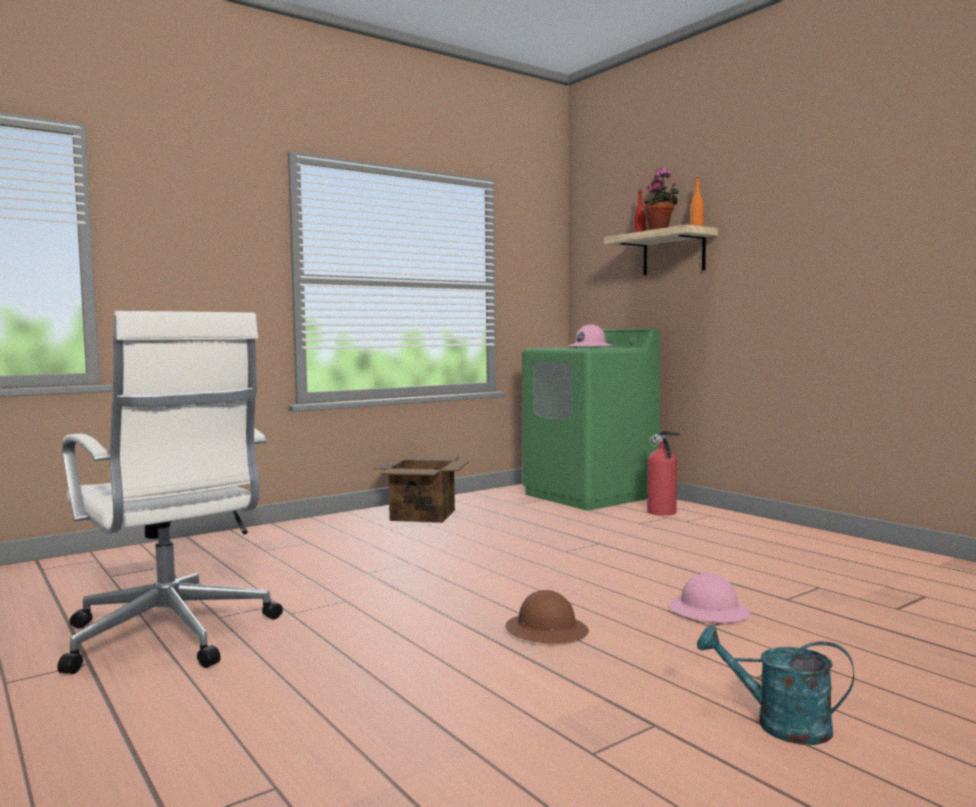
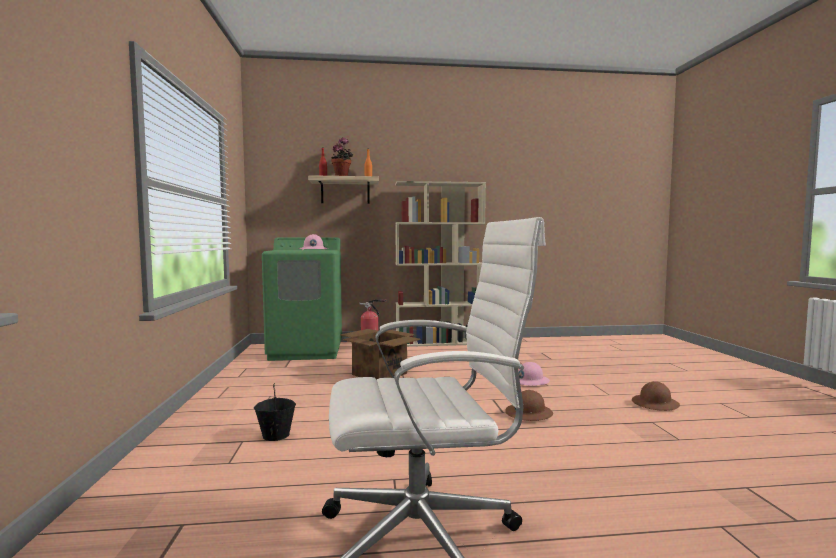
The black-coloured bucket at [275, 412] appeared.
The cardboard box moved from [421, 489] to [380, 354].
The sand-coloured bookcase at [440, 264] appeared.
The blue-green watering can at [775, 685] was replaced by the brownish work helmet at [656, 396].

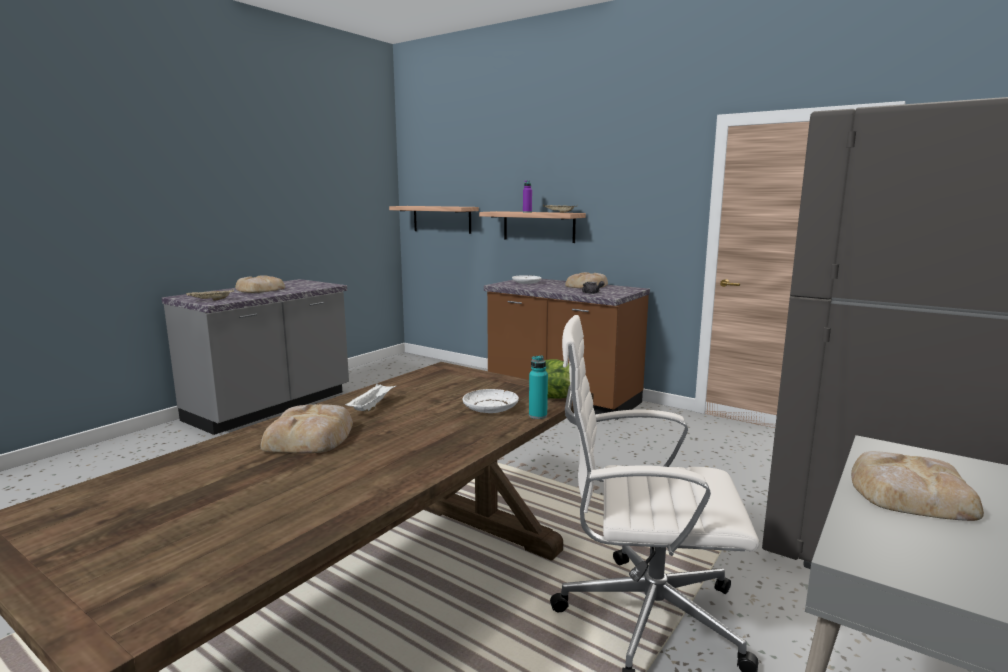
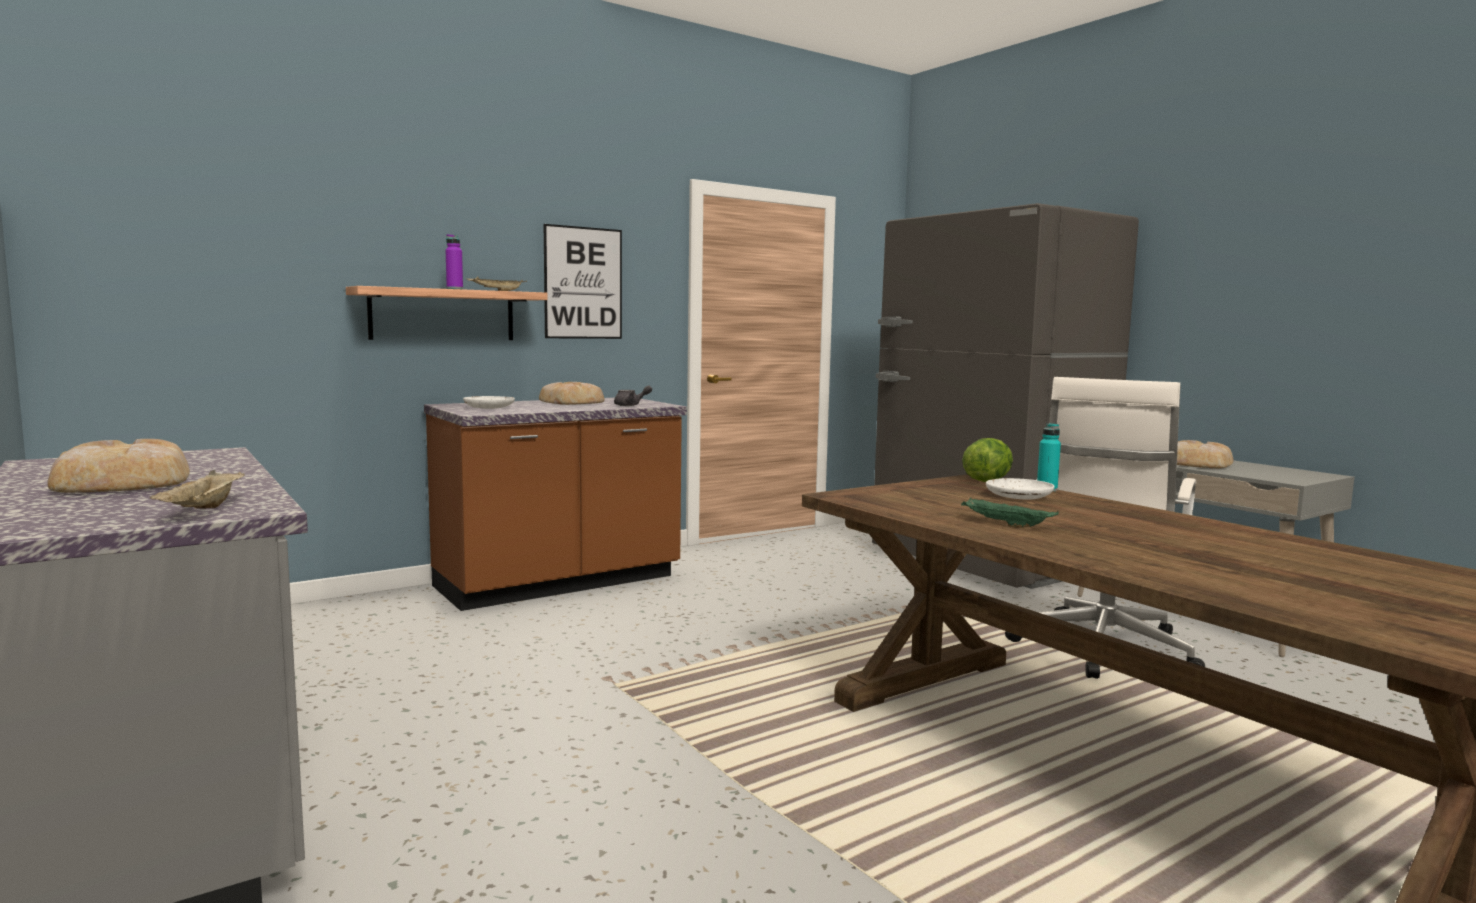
The picture at [583, 281] appeared.
The white-coloured tray at [370, 397] became the green tray at [1010, 513].
The baked bread at [306, 428] disappeared.
The shelf at [434, 220] disappeared.

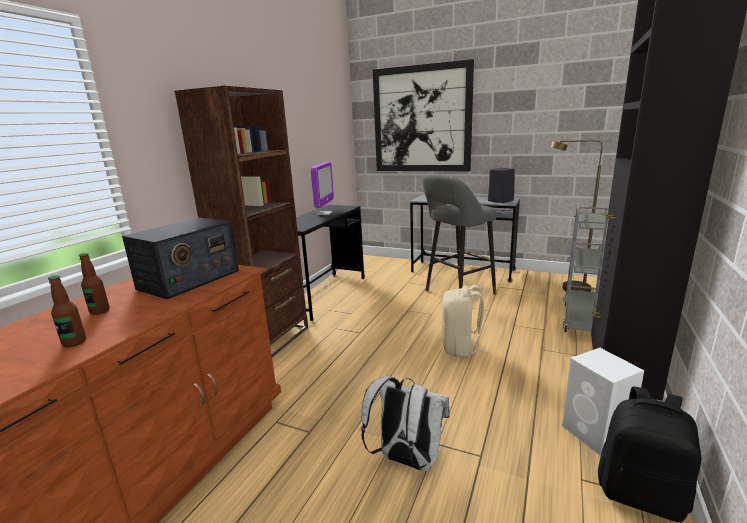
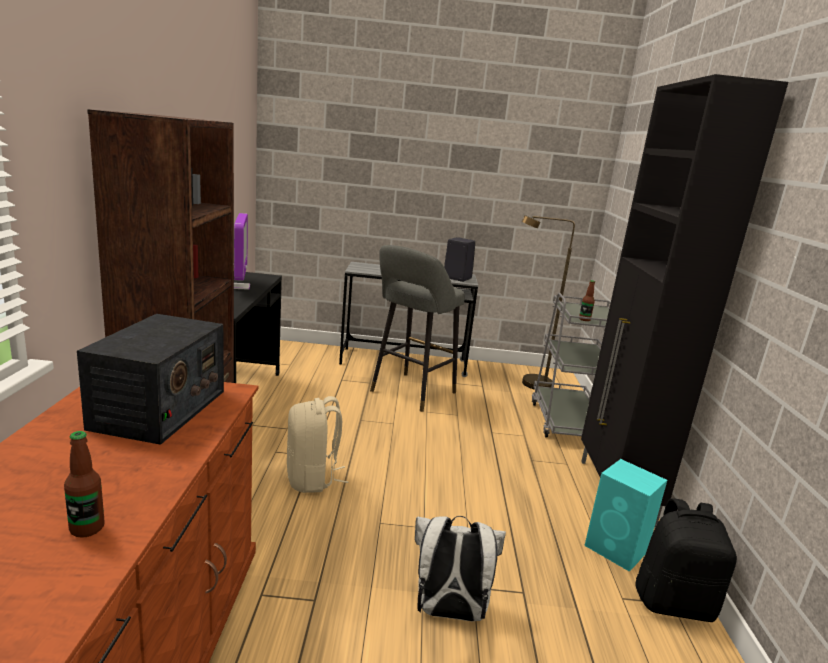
The sand-coloured backpack moved from [466, 321] to [318, 444].
The beverage bottle moved from [94, 284] to [587, 300].
The white-coloured speaker at [603, 402] became the blue-green speaker at [625, 515].
The picture at [423, 115] disappeared.

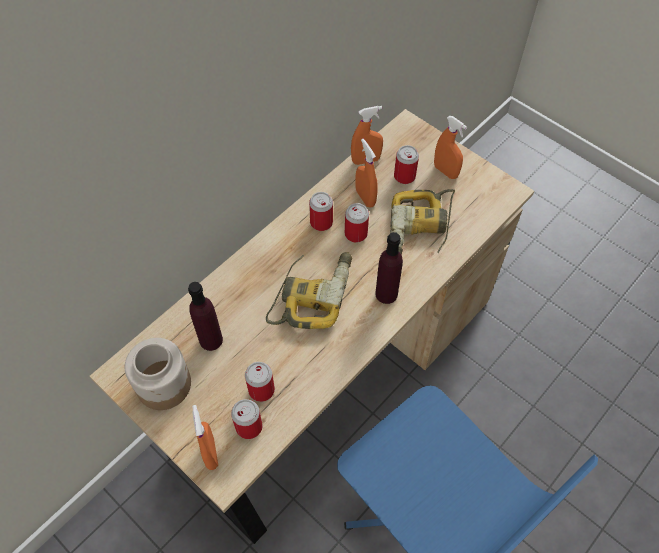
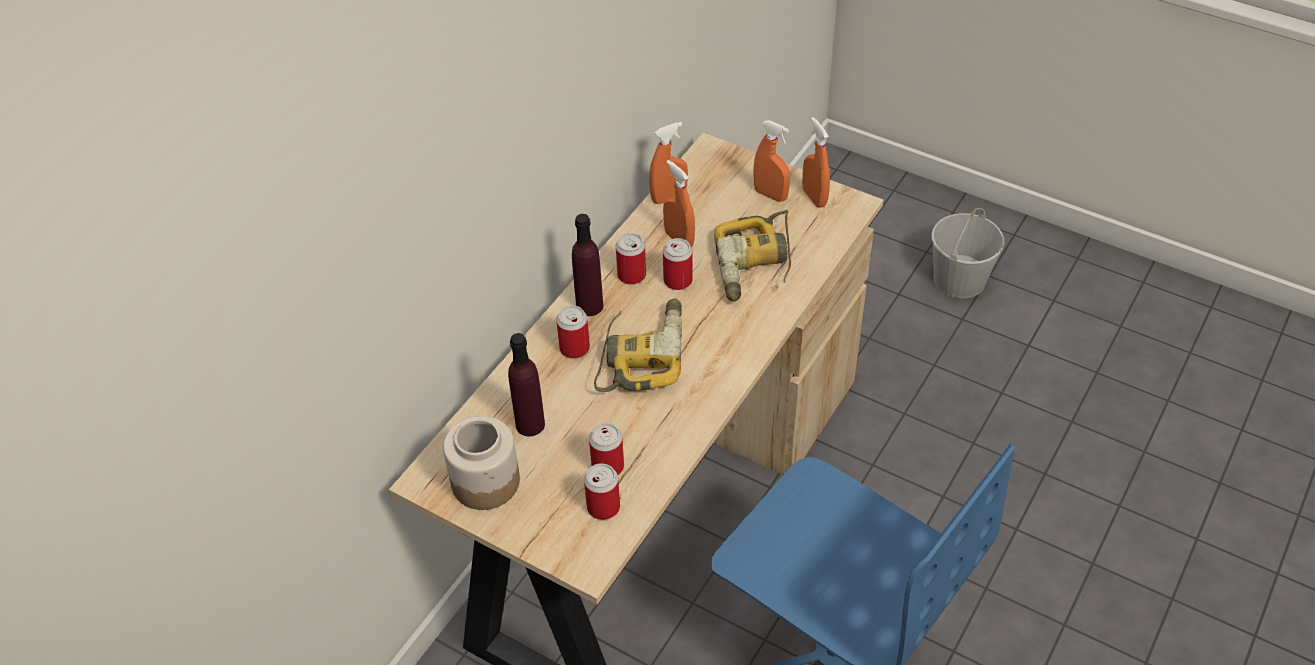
The can moved from [406, 164] to [573, 332].
The purplish beverage bottle moved from [389, 268] to [587, 265].
The orange hand sprayer moved from [205, 437] to [816, 162].
The white-coloured bucket at [967, 253] appeared.

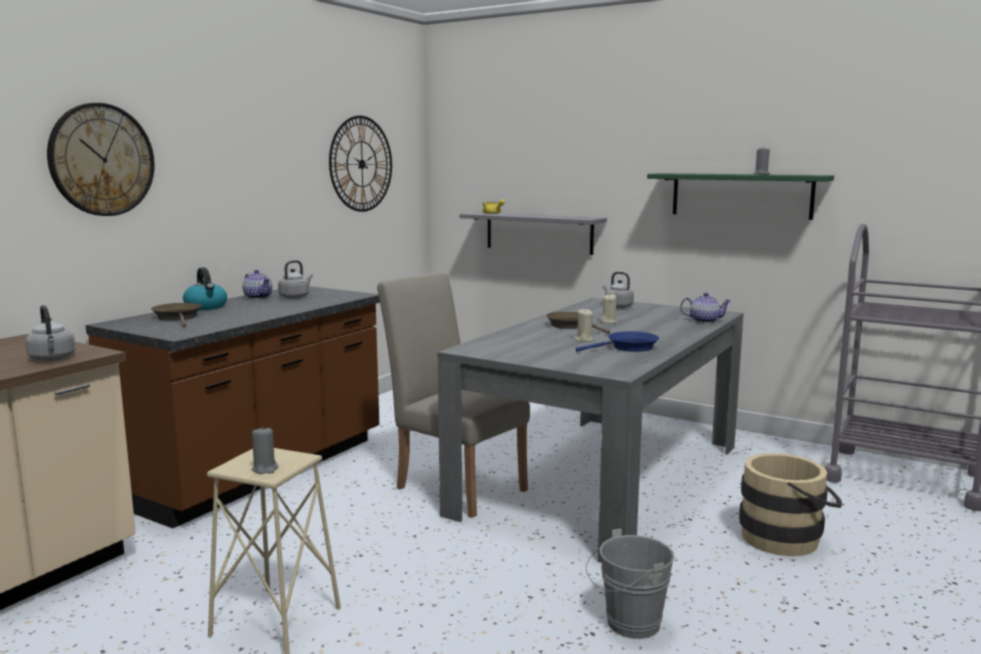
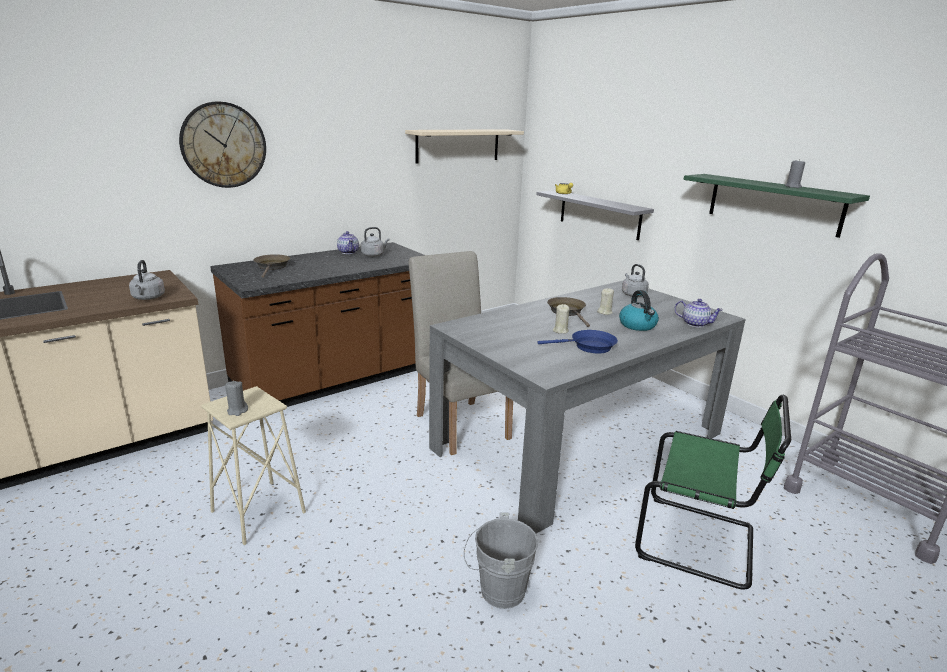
The clock on the wall at [360, 164] was replaced by the sand-coloured shelf at [464, 146].
The kettle moved from [205, 288] to [639, 310].
The sand-coloured bucket at [790, 504] was replaced by the green chair at [713, 492].

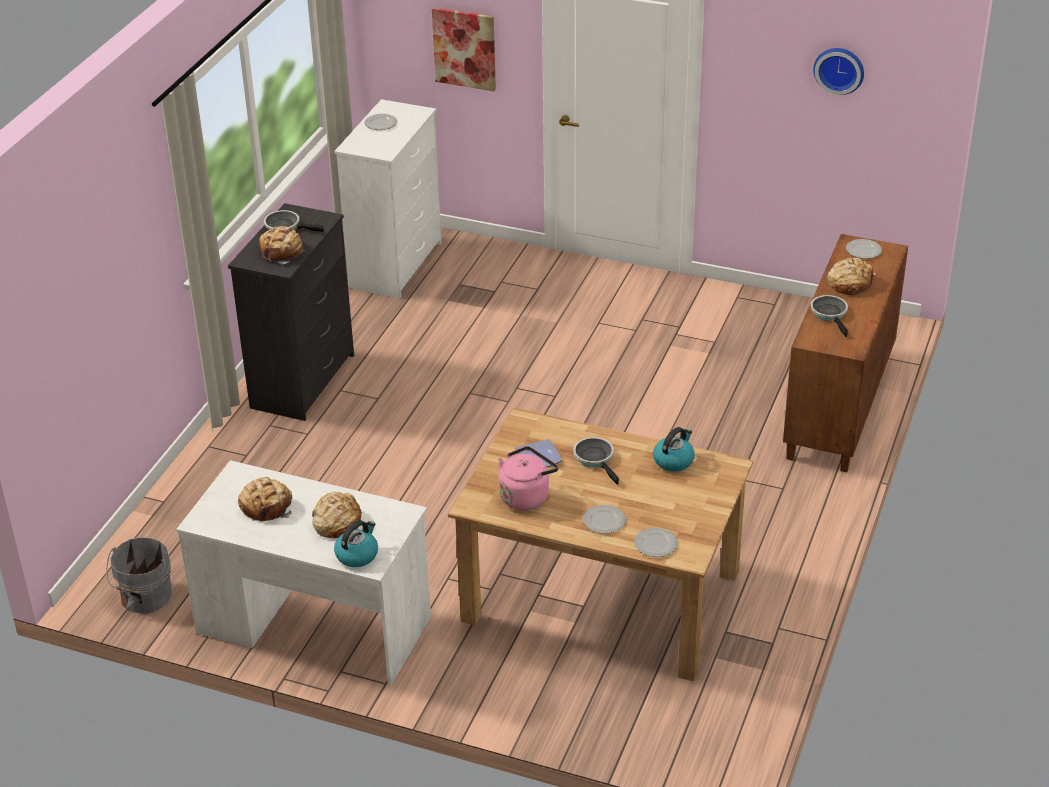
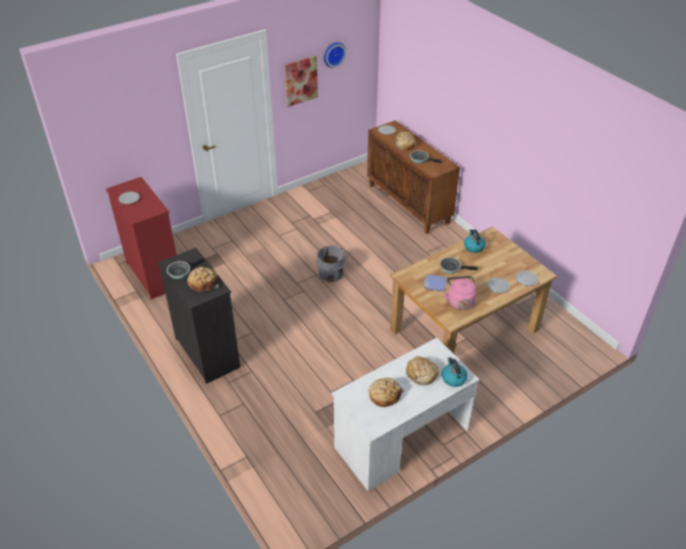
The white-coloured dresser at [388, 198] became the red dresser at [141, 238].
The picture moved from [464, 49] to [301, 81].
The greyish bucket moved from [139, 575] to [332, 264].

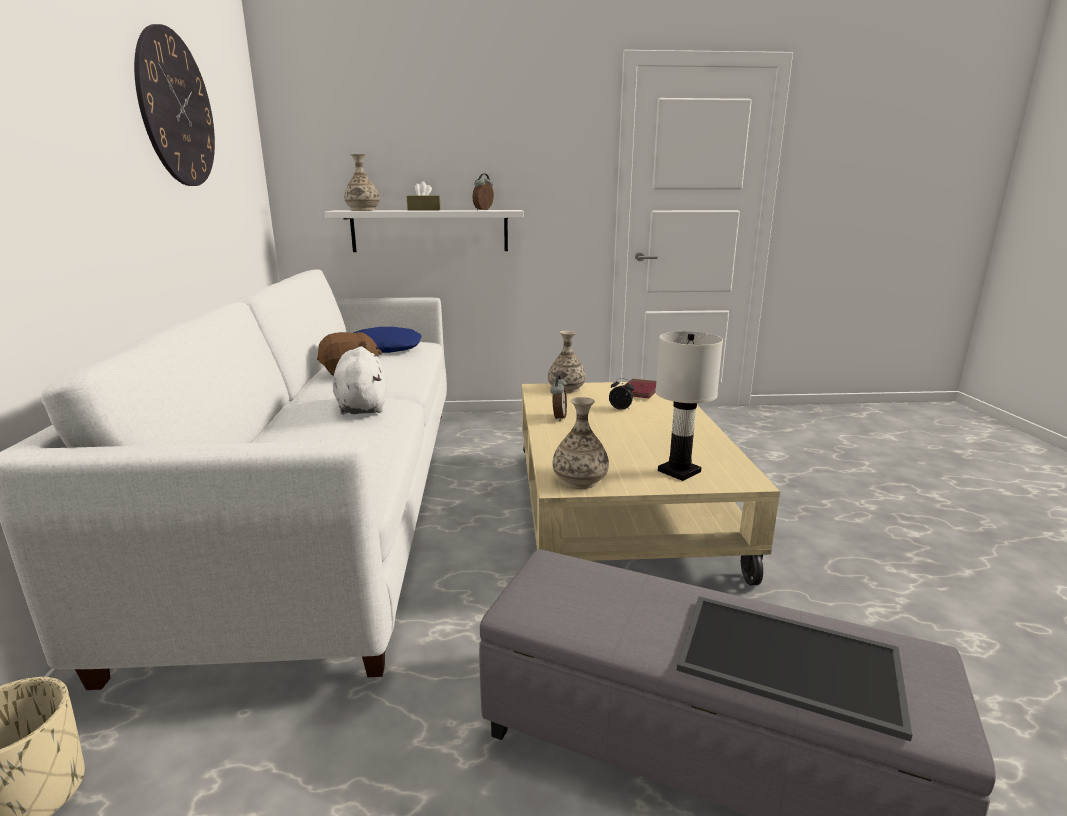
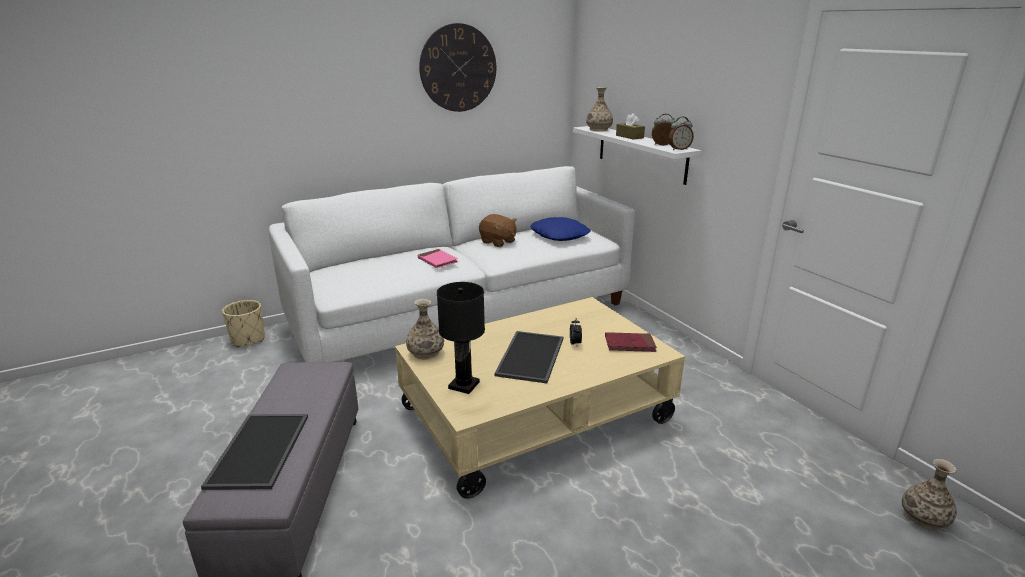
The white-coloured cuddly toy at [359, 380] was replaced by the pink book at [438, 258].
The white-coloured tabletop lamp at [689, 406] became the black-coloured tabletop lamp at [461, 338].
The tray at [528, 357] appeared.
The bedside clock moved from [558, 398] to [681, 133].
The flower vase moved from [567, 362] to [929, 494].

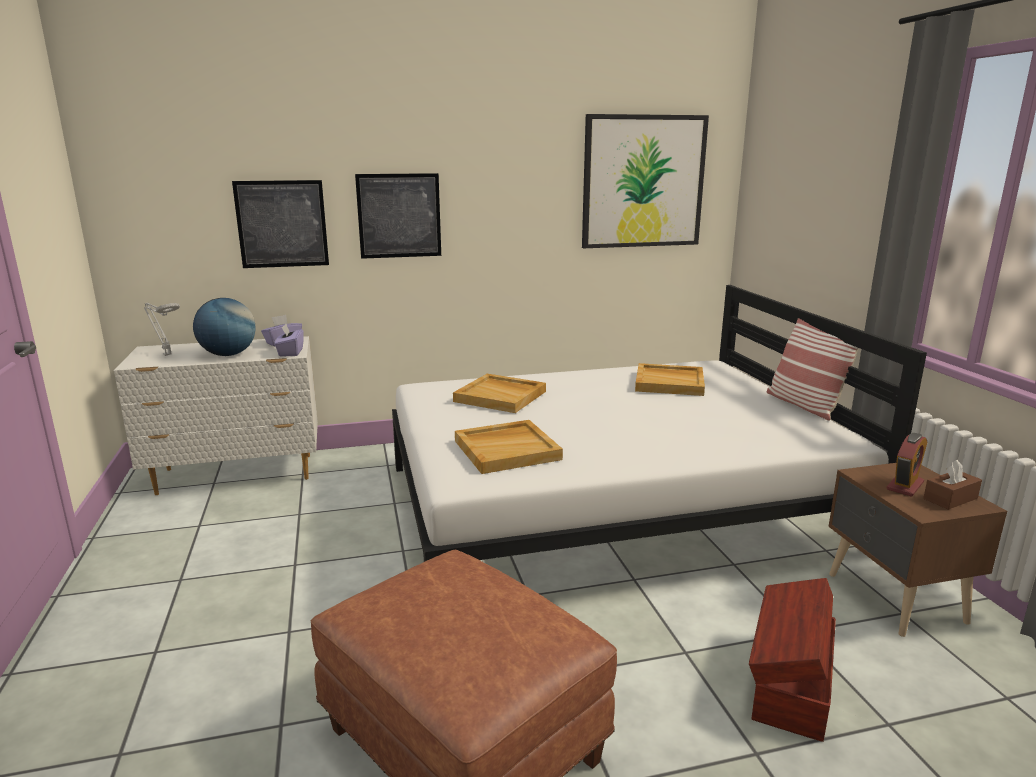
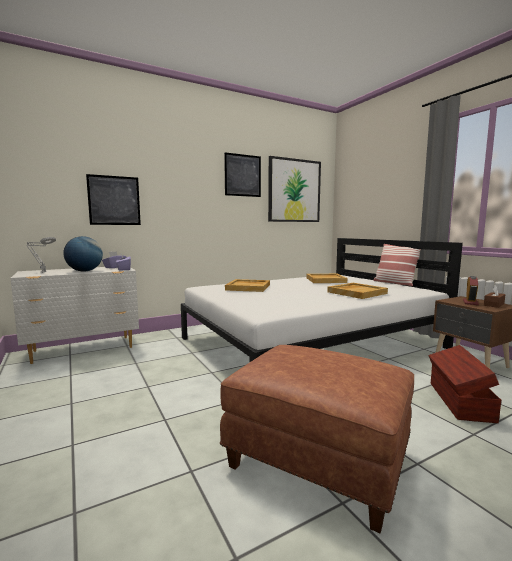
The picture moved from [398, 216] to [242, 174].
The sand-coloured tray moved from [509, 447] to [357, 291].

